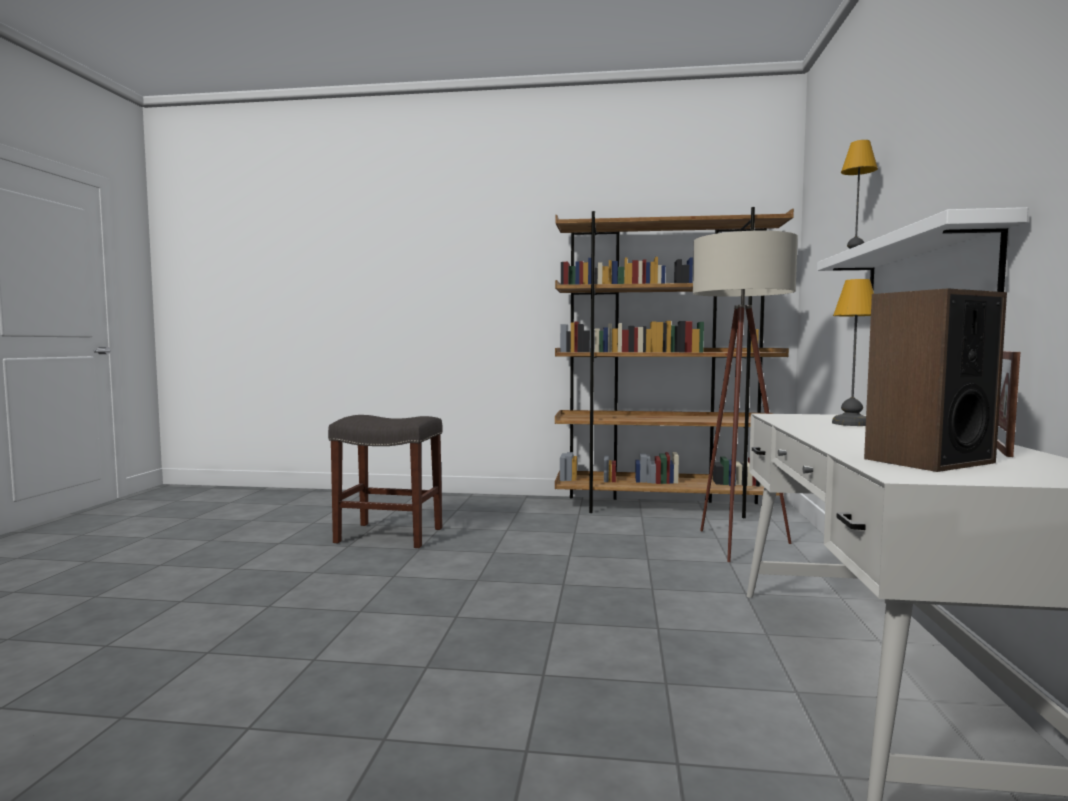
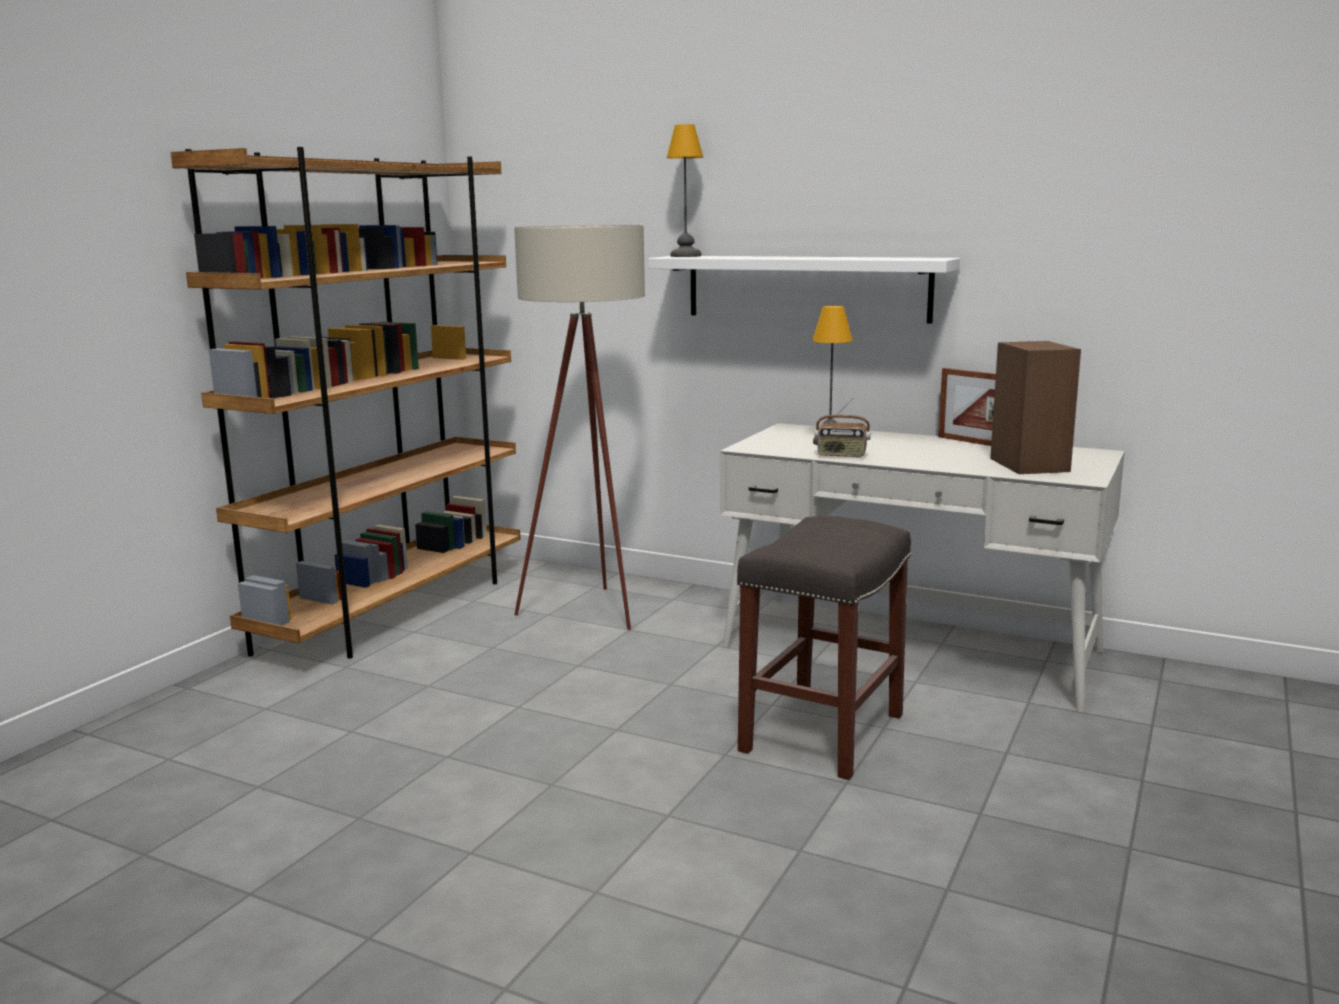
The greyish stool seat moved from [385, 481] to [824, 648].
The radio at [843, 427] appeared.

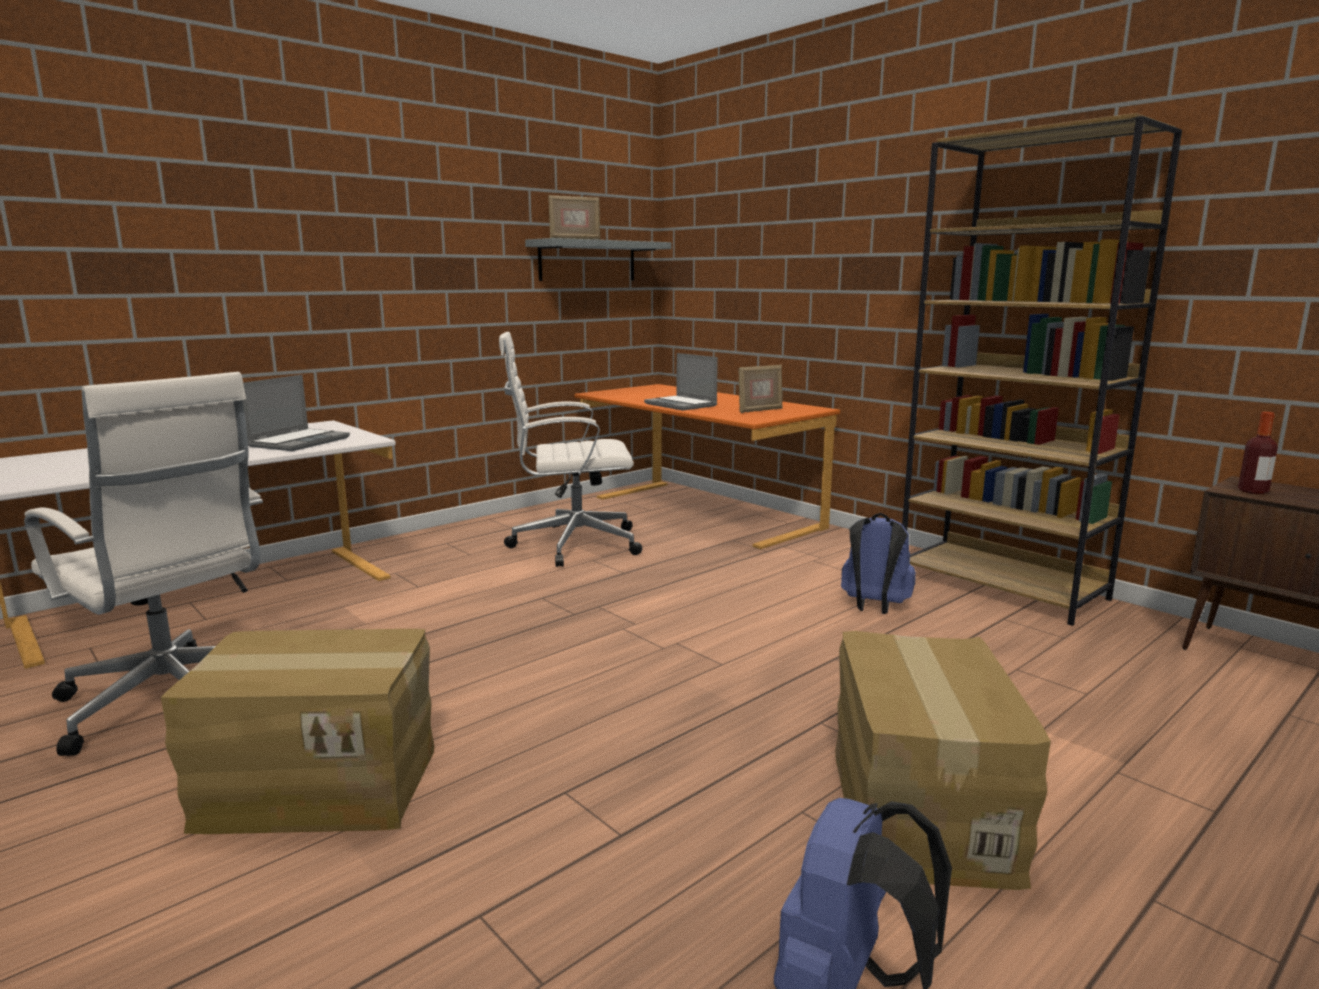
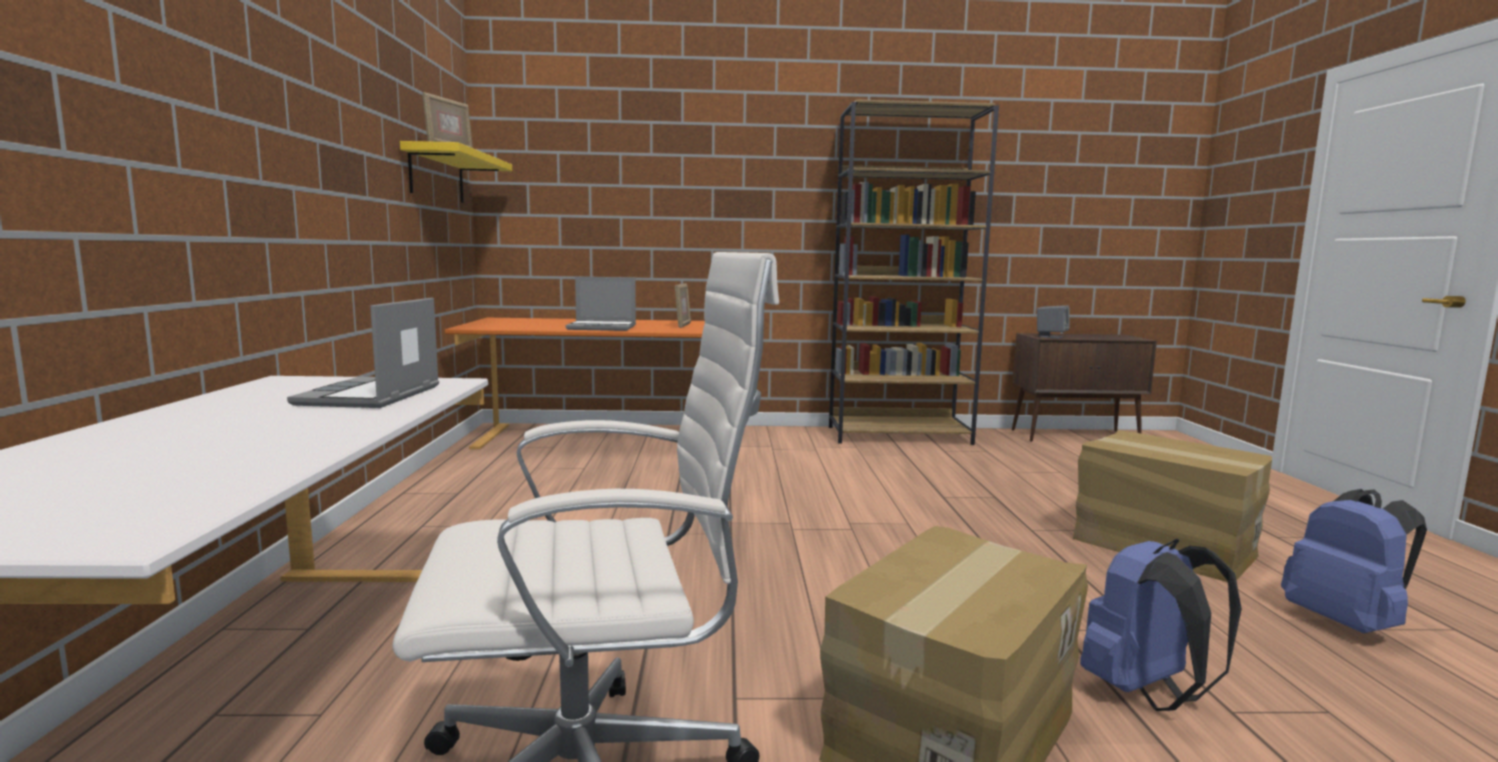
The portable computer at [296, 413] turned 150 degrees counterclockwise.
The greyish shelf at [598, 259] became the yellow-coloured shelf at [456, 172].
The beverage bottle at [1258, 453] was replaced by the greyish speaker at [1053, 322].
The blue backpack moved from [878, 563] to [1161, 624].
The white-coloured desk chair at [570, 449] disappeared.

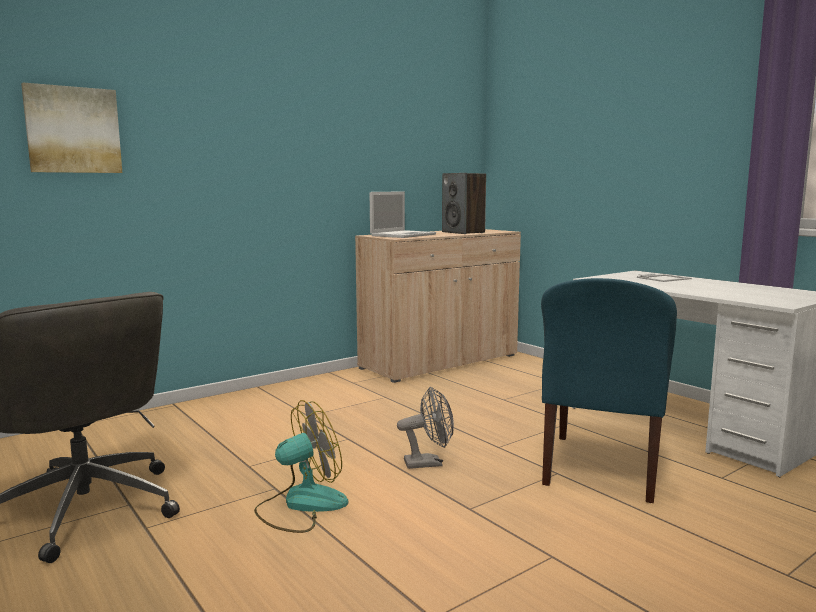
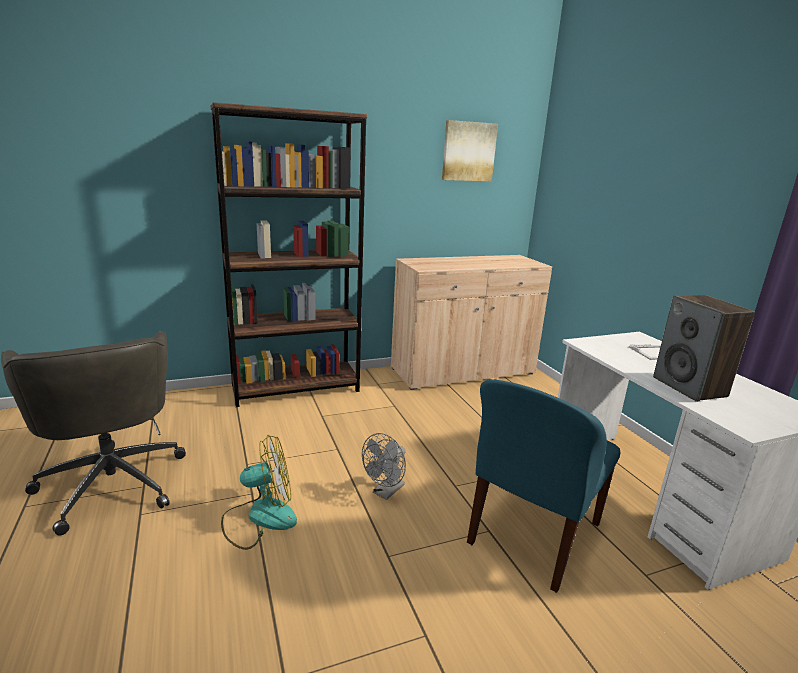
The brownish bookcase at [289, 254] appeared.
The greyish cooling fan at [425, 428] turned 120 degrees clockwise.
The picture moved from [71, 127] to [470, 150].
The speaker moved from [464, 203] to [704, 348].
The portable computer at [403, 214] disappeared.

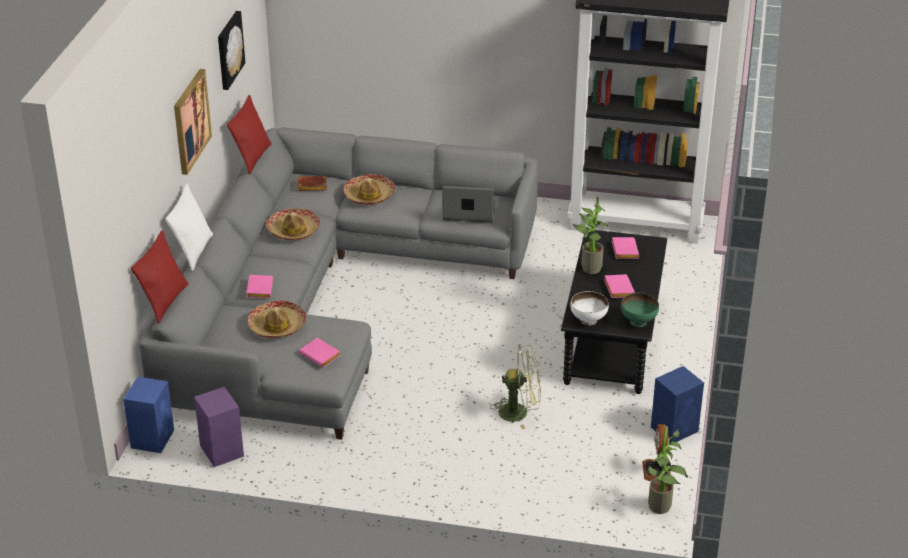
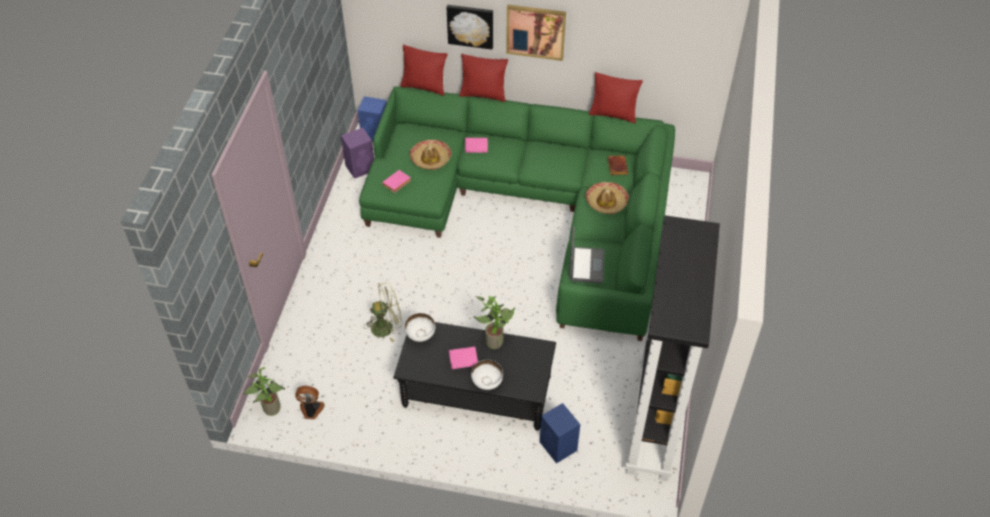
The greyish settee at [338, 283] became the green settee at [517, 213].
The green cooling fan at [515, 387] turned 105 degrees counterclockwise.
The picture moved from [231, 50] to [470, 27].
The white-coloured cushion at [189, 227] became the red cushion at [483, 78].
The white-coloured serving bowl at [487, 375] appeared.
The blue speaker moved from [677, 404] to [560, 433].
The hat at [293, 224] disappeared.
The pink book at [625, 248] disappeared.
The green serving bowl at [640, 310] disappeared.

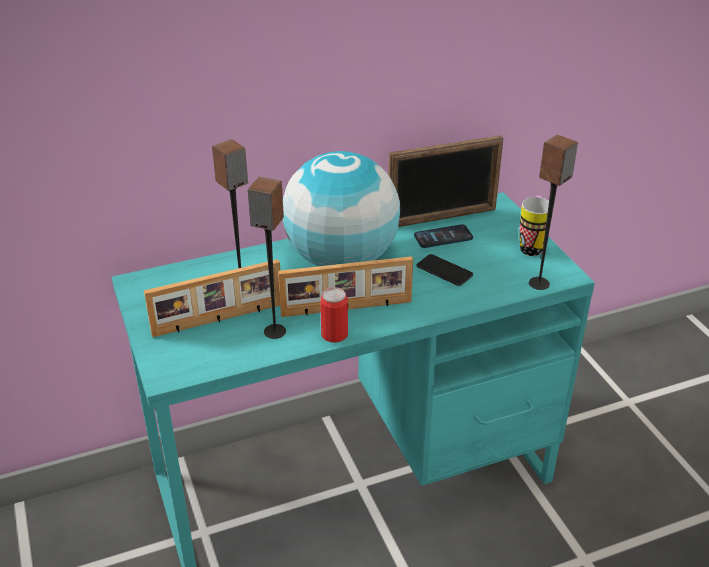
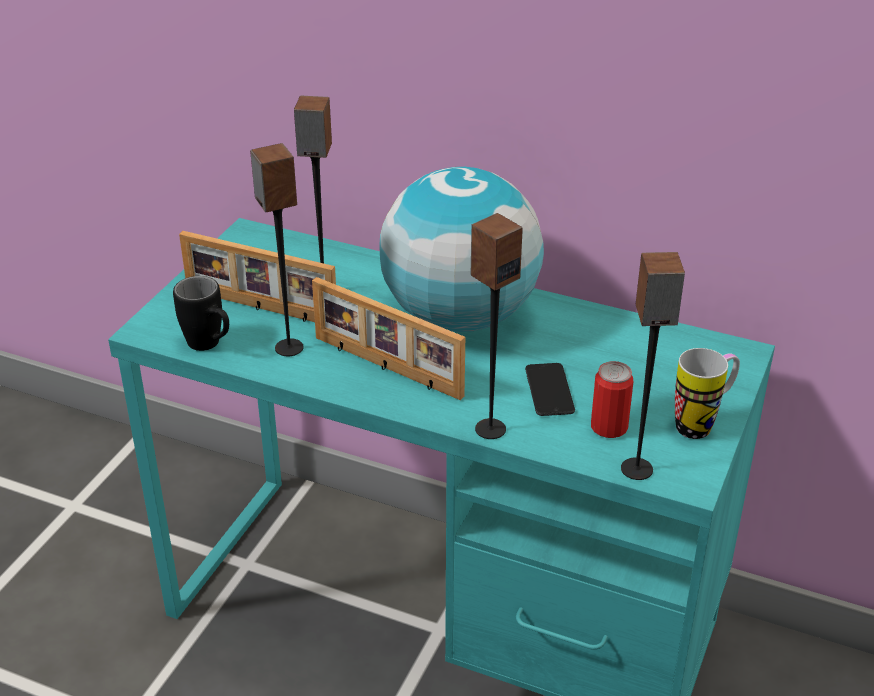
The black-coloured tea mug at [201, 313] appeared.
The speaker at [497, 326] appeared.
The can moved from [334, 315] to [612, 399].
The photo frame at [446, 181] disappeared.
The phone at [443, 236] disappeared.

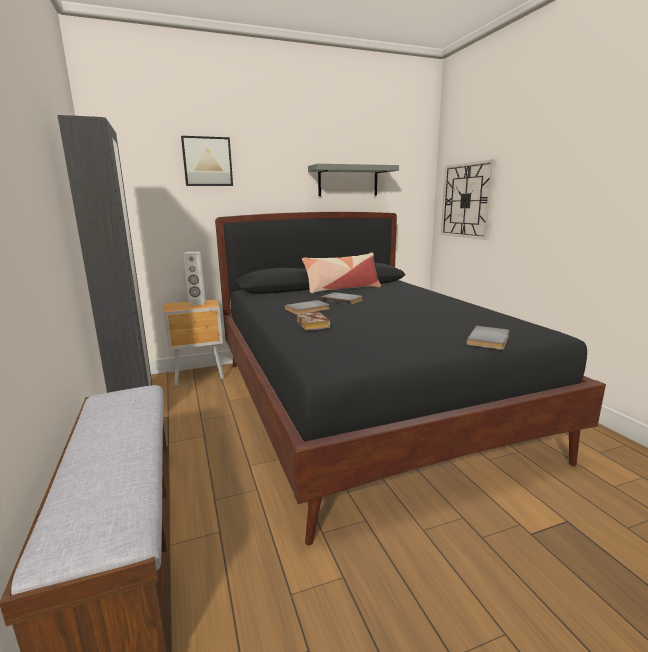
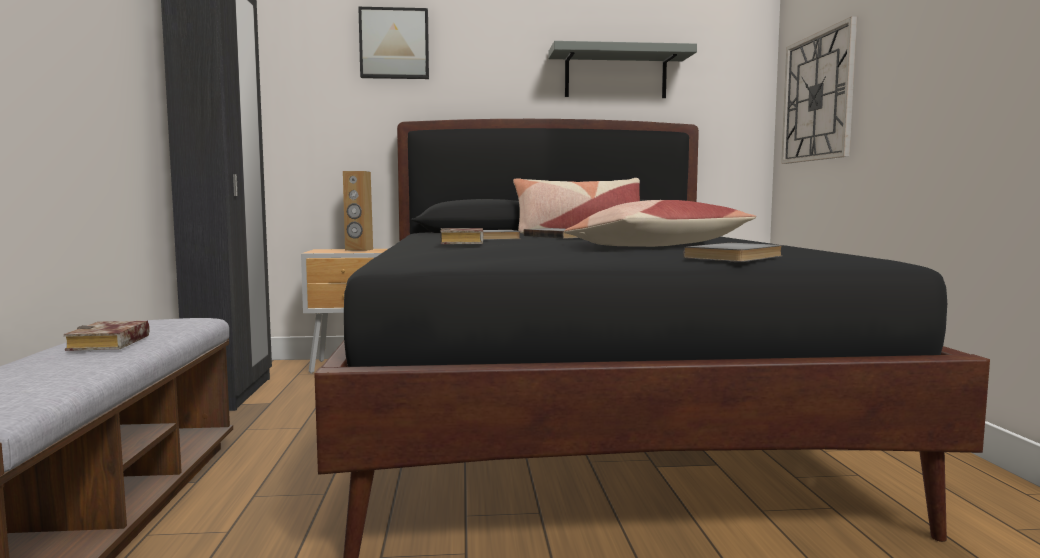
The book at [107, 336] appeared.
The white-coloured speaker at [194, 278] became the brownish speaker at [358, 211].
The cushion at [660, 223] appeared.

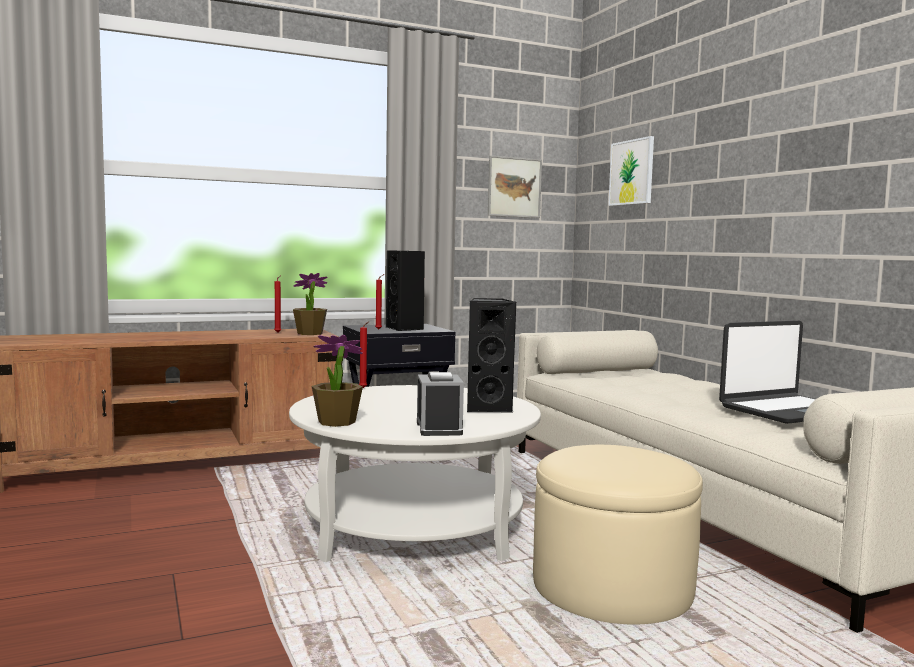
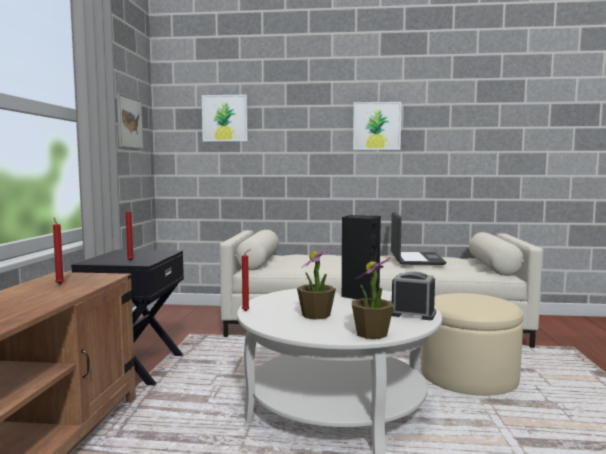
The houseplant moved from [310, 304] to [316, 283].
The picture at [377, 126] appeared.
The black-coloured speaker at [405, 290] disappeared.

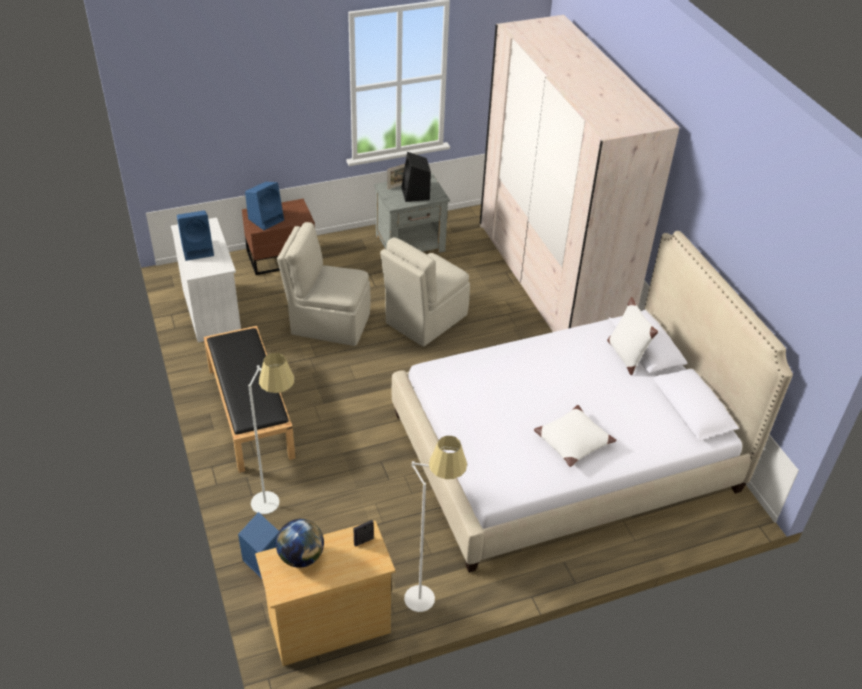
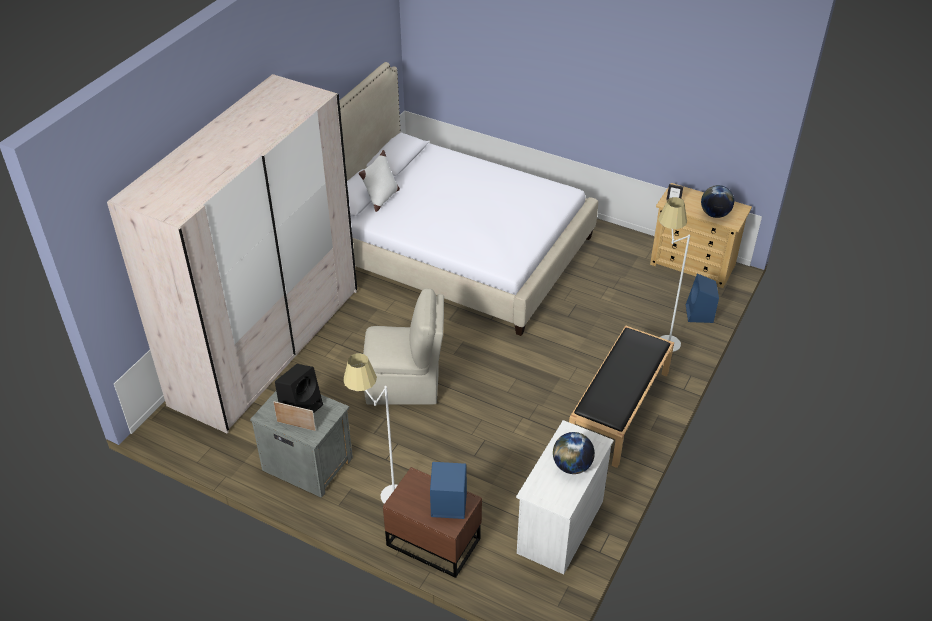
The white-coloured standard lamp moved from [435, 524] to [370, 428].
The blue speaker at [195, 235] was replaced by the desk globe at [574, 453].
The sand-coloured chair at [323, 284] disappeared.
The white-coloured cushion at [575, 436] disappeared.

